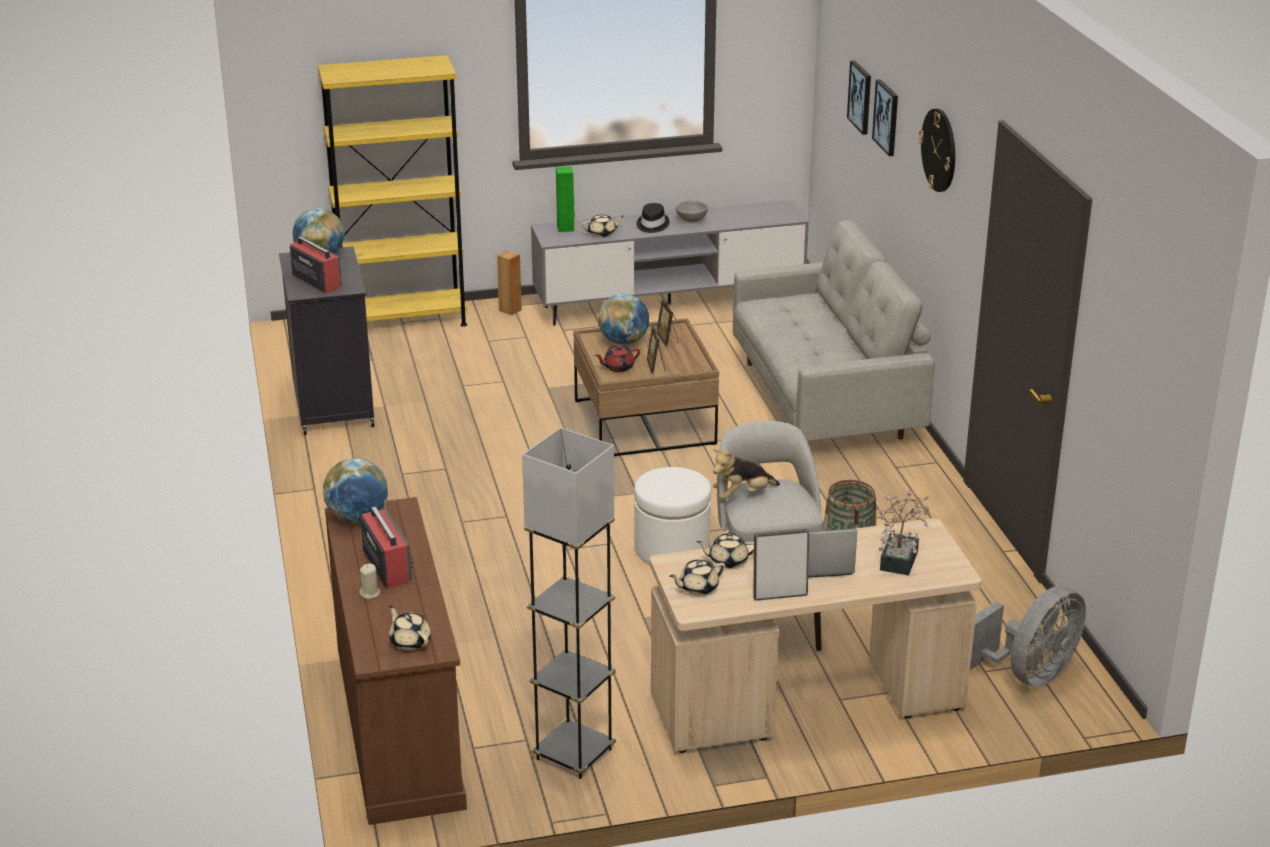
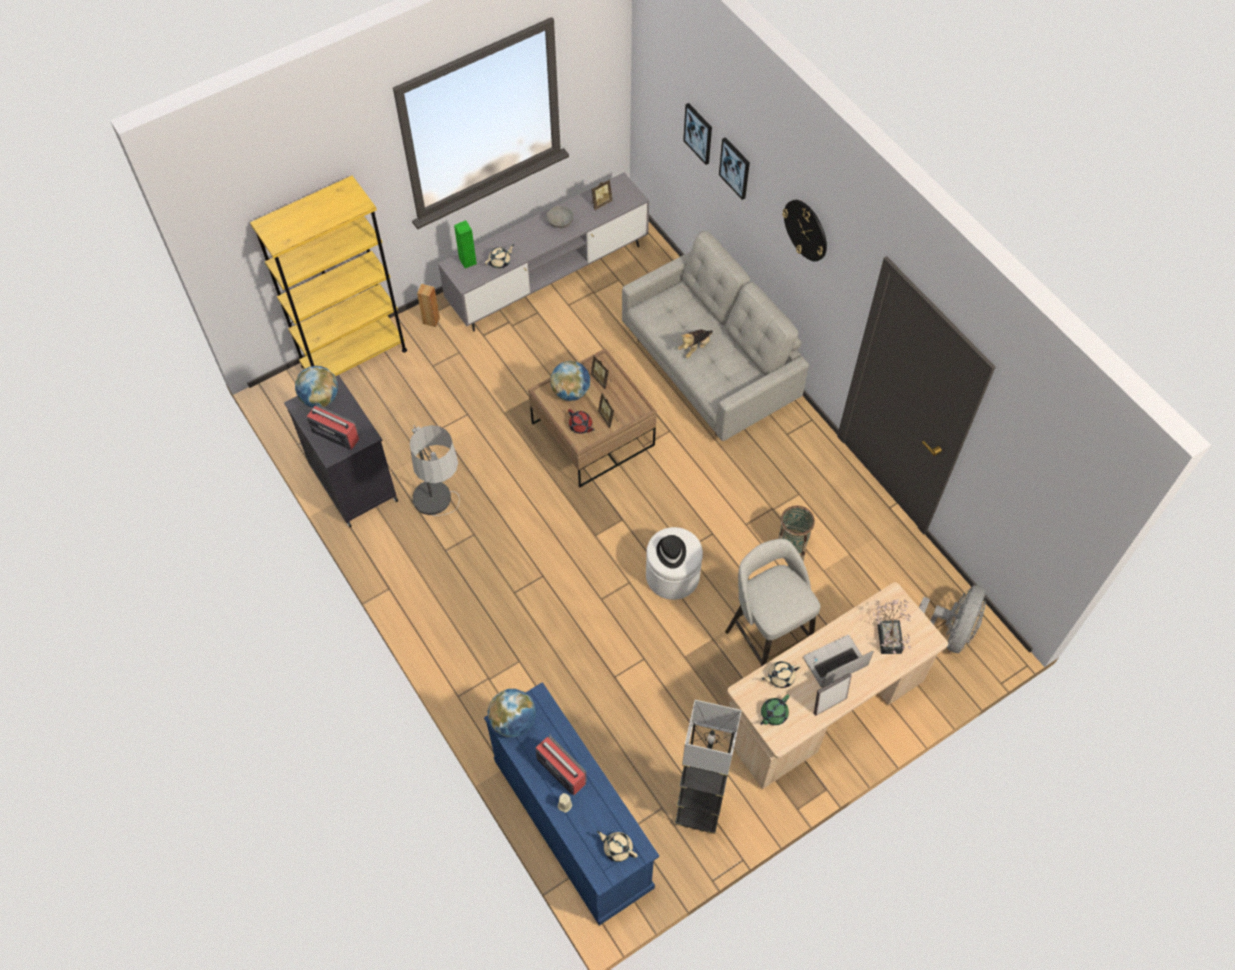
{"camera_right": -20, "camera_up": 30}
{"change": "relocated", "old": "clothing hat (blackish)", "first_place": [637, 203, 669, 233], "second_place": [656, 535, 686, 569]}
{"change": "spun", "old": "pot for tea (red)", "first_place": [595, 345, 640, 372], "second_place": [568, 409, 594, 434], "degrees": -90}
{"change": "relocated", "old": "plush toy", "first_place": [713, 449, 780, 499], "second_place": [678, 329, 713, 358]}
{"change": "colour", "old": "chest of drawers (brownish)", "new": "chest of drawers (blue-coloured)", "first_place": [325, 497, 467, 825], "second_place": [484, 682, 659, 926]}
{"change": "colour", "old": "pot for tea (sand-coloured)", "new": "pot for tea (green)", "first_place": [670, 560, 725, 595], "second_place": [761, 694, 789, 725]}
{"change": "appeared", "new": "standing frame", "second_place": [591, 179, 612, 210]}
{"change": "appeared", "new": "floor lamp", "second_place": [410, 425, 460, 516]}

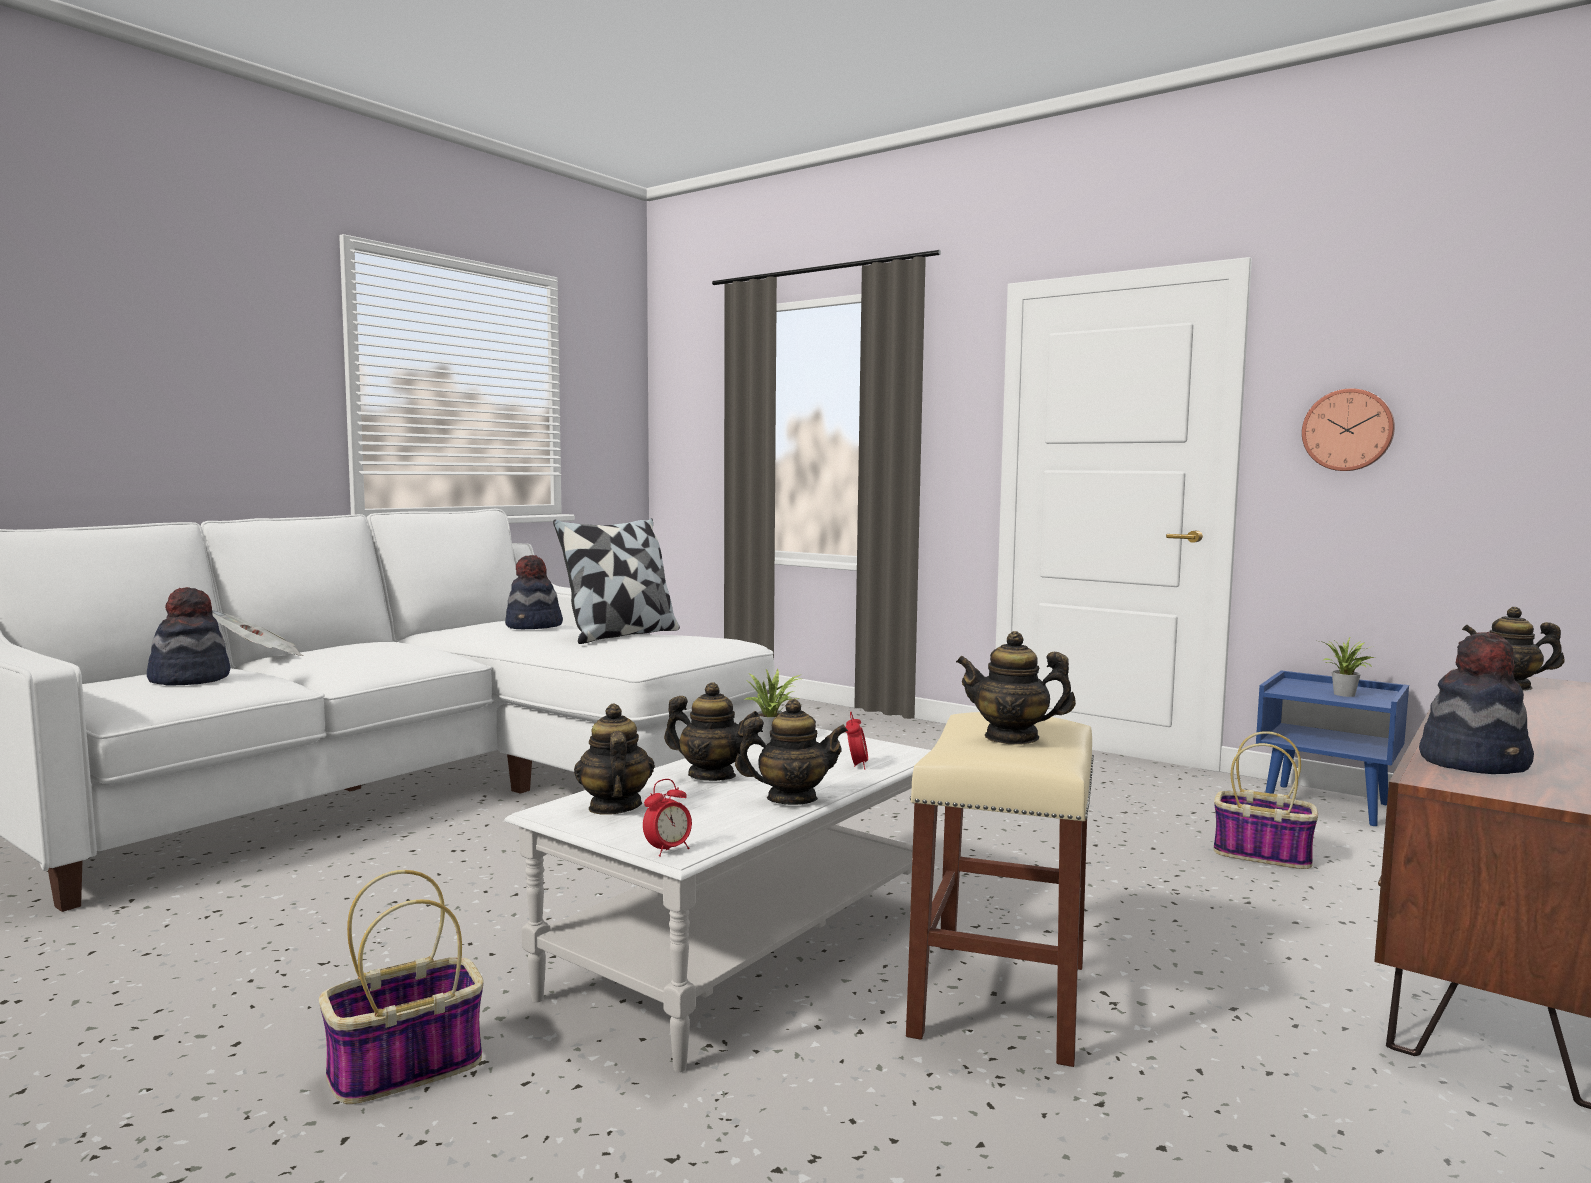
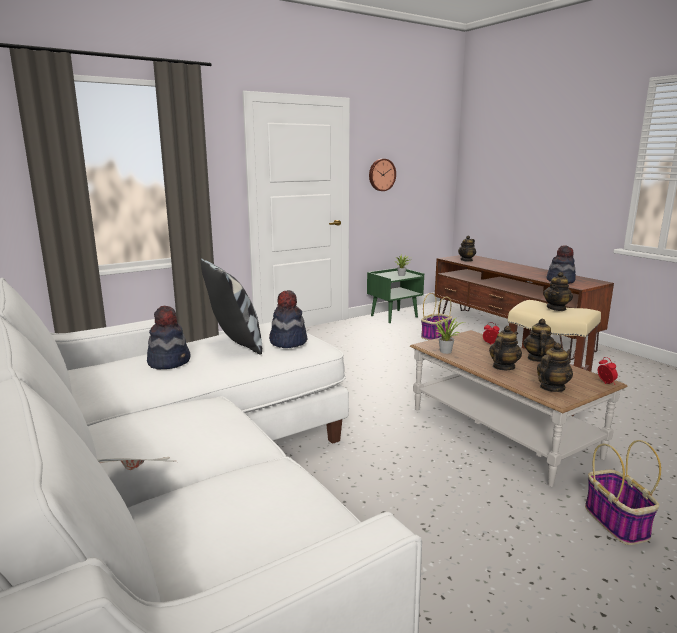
{"camera_right": -70, "camera_up": 10}
{"change": "relocated", "old": "clothing hat", "first_place": [147, 587, 230, 685], "second_place": [269, 290, 307, 348]}
{"change": "colour", "old": "bedside table (blue-coloured)", "new": "bedside table (green)", "first_place": [1256, 671, 1409, 826], "second_place": [367, 268, 424, 323]}
{"change": "spun", "old": "pot for tea", "first_place": [574, 703, 655, 815], "second_place": [537, 343, 573, 392], "degrees": 135}
{"change": "colour", "old": "low table (white-coloured)", "new": "low table (brownish)", "first_place": [504, 728, 935, 1072], "second_place": [410, 330, 628, 487]}

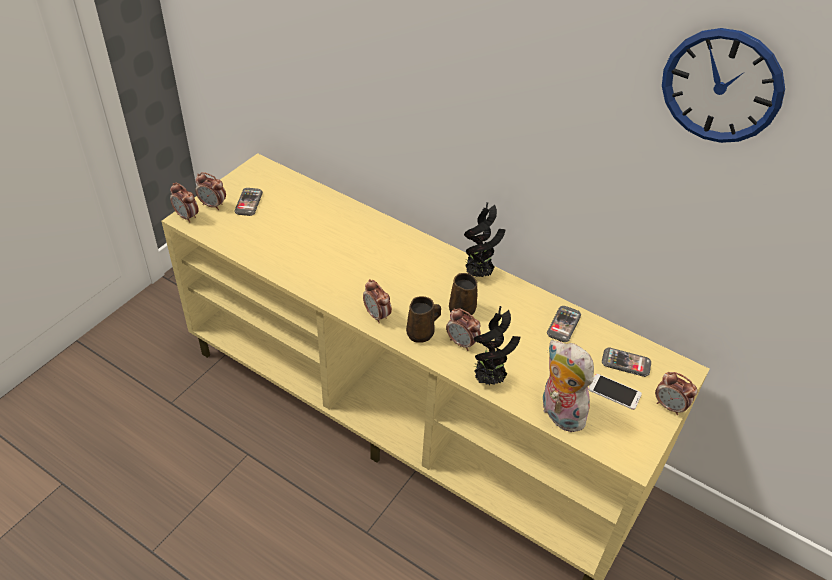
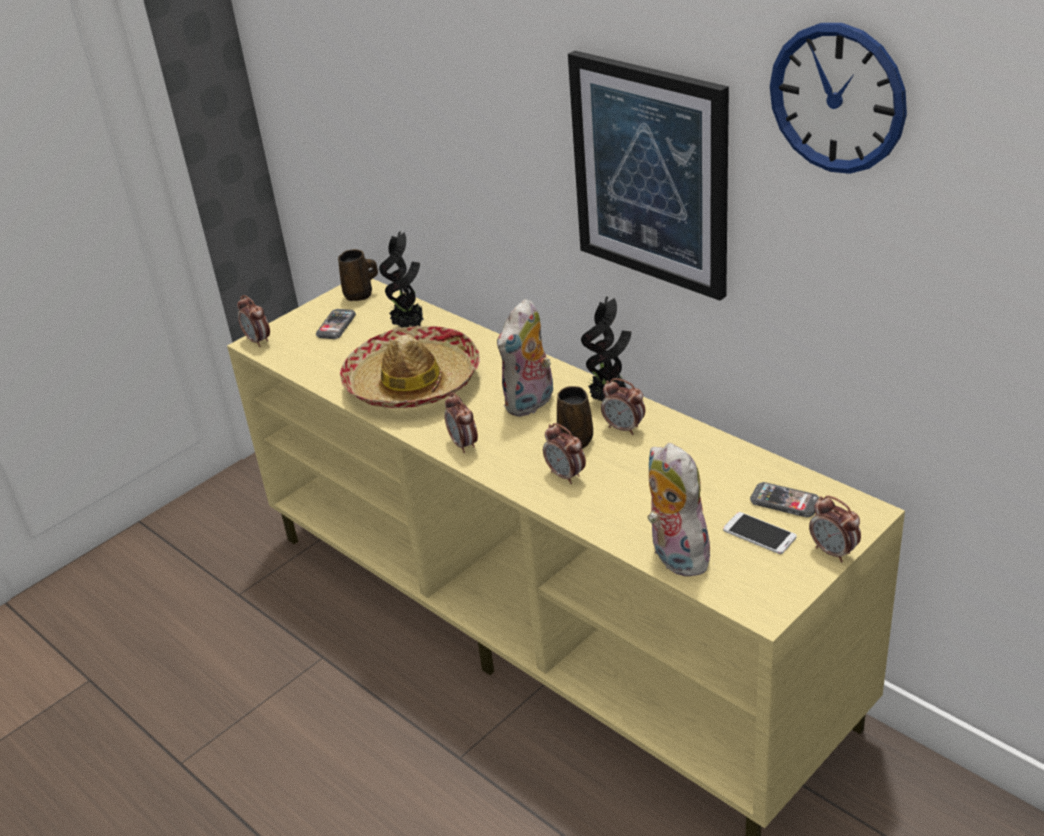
{"camera_right": 15, "camera_up": -10}
{"change": "relocated", "old": "alarm clock", "first_place": [195, 172, 226, 210], "second_place": [601, 378, 645, 435]}
{"change": "relocated", "old": "mug (brownish)", "first_place": [406, 296, 441, 343], "second_place": [338, 249, 378, 301]}
{"change": "relocated", "old": "houseplant", "first_place": [473, 306, 520, 385], "second_place": [379, 231, 424, 328]}
{"change": "missing", "old": "telephone", "first_place": [547, 306, 581, 342]}
{"change": "appeared", "new": "wall art", "second_place": [568, 51, 729, 301]}
{"change": "appeared", "new": "plush toy", "second_place": [497, 299, 553, 417]}
{"change": "appeared", "new": "clothing hat", "second_place": [340, 326, 480, 408]}

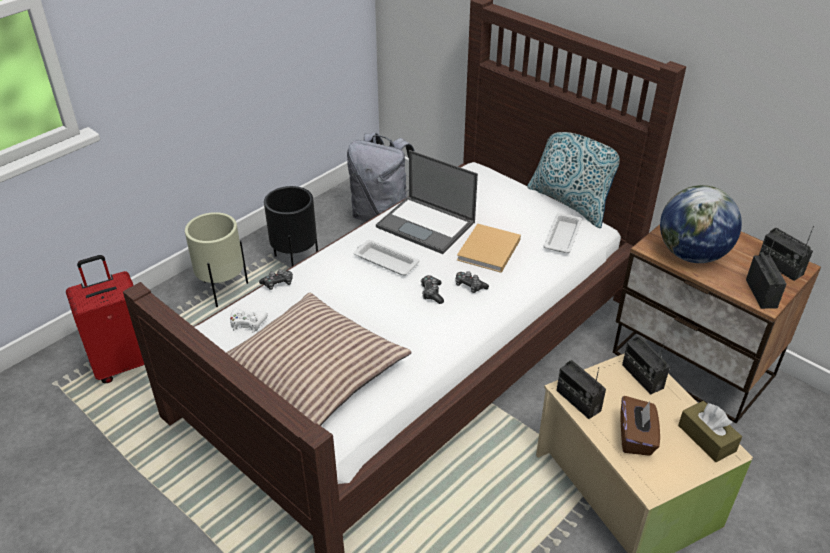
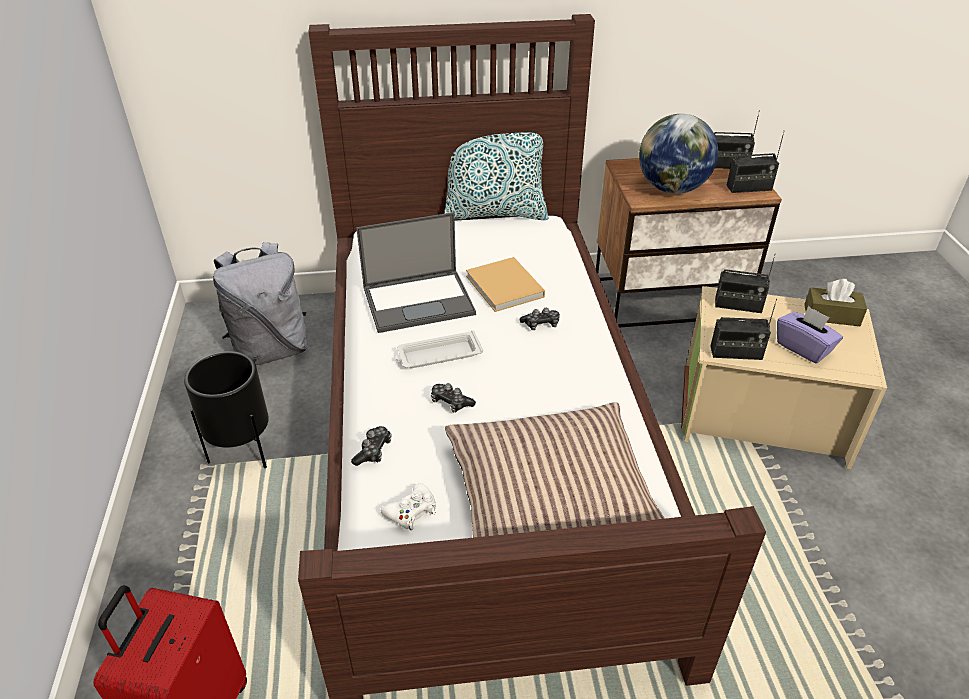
{"camera_right": -50, "camera_up": 0}
{"change": "missing", "old": "planter (sand-coloured)", "first_place": [185, 212, 248, 307]}
{"change": "missing", "old": "serving tray (white-coloured)", "first_place": [544, 213, 582, 253]}
{"change": "spun", "old": "radio", "first_place": [746, 228, 787, 309], "second_place": [726, 130, 785, 193], "degrees": 135}
{"change": "relocated", "old": "gamepad", "first_place": [421, 275, 444, 304], "second_place": [431, 383, 476, 413]}
{"change": "colour", "old": "tissue holder (brownish)", "new": "tissue holder (purple-coloured)", "first_place": [620, 396, 660, 456], "second_place": [777, 306, 843, 364]}

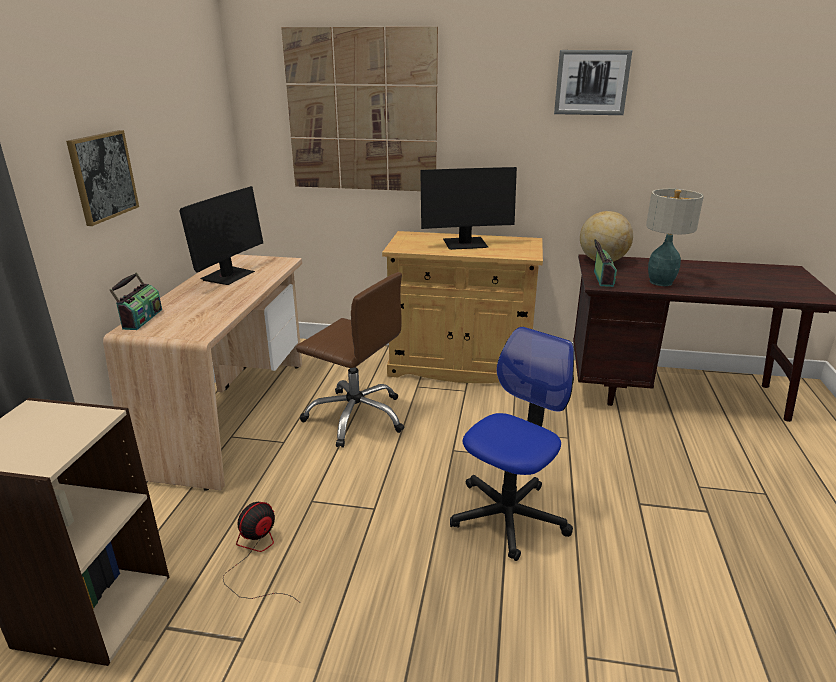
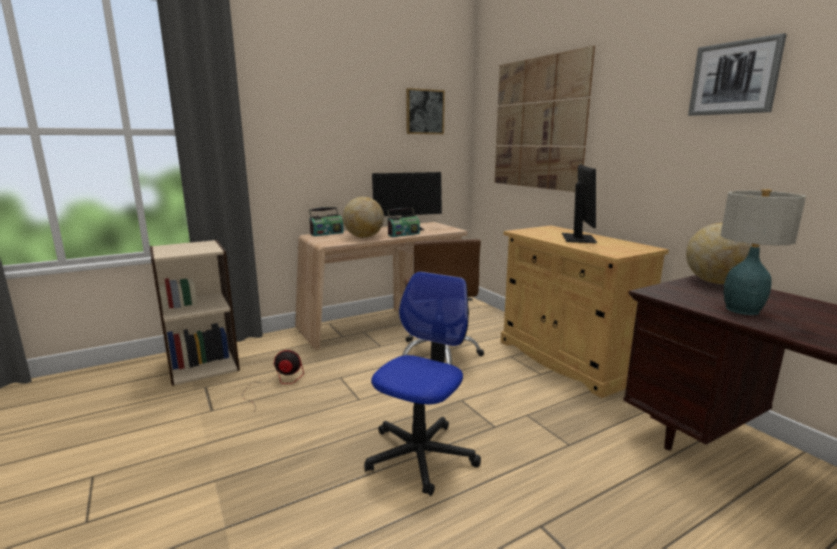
{"camera_right": 50, "camera_up": -10}
{"change": "relocated", "old": "wall art", "first_place": [66, 130, 139, 226], "second_place": [406, 88, 445, 134]}
{"change": "spun", "old": "monitor", "first_place": [420, 167, 517, 250], "second_place": [562, 164, 598, 243], "degrees": -120}
{"change": "relocated", "old": "radio", "first_place": [594, 239, 617, 287], "second_place": [387, 208, 420, 237]}
{"change": "spun", "old": "office chair", "first_place": [450, 327, 574, 561], "second_place": [364, 272, 481, 496], "degrees": -60}
{"change": "appeared", "new": "world globe", "second_place": [343, 197, 384, 238]}

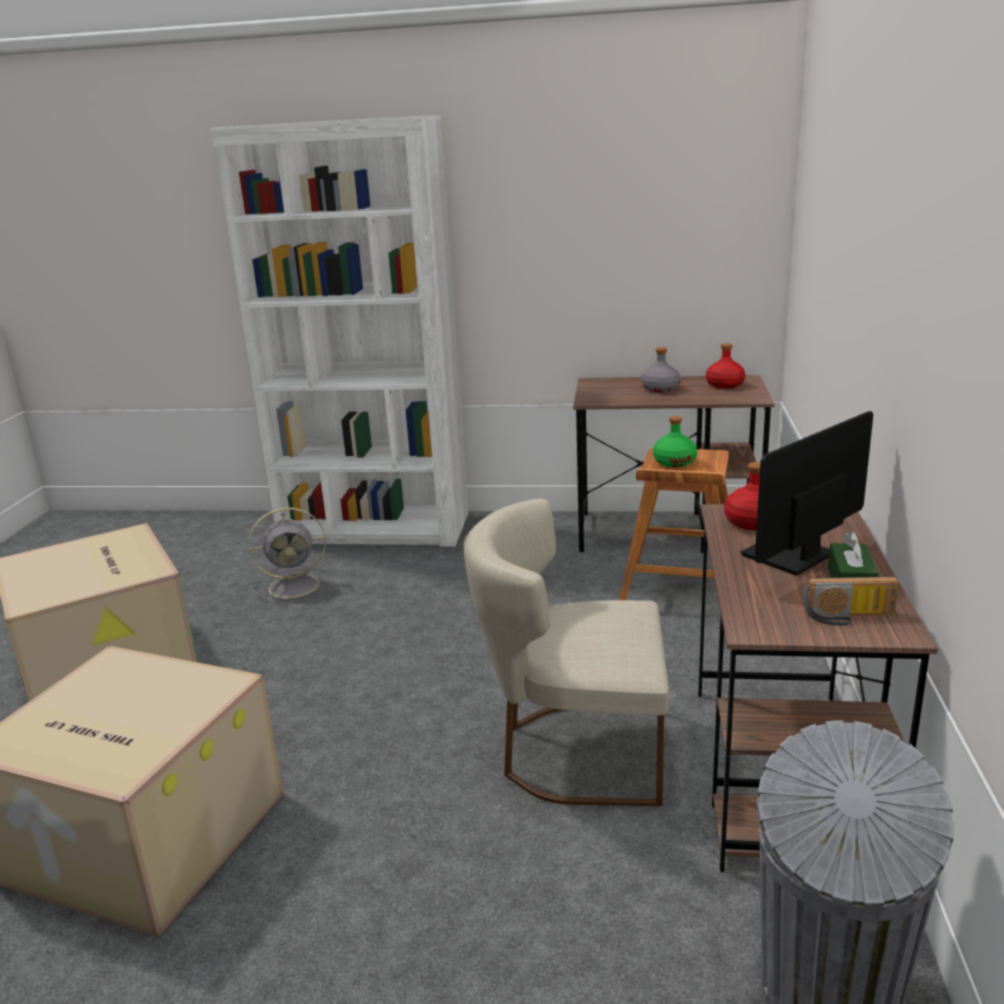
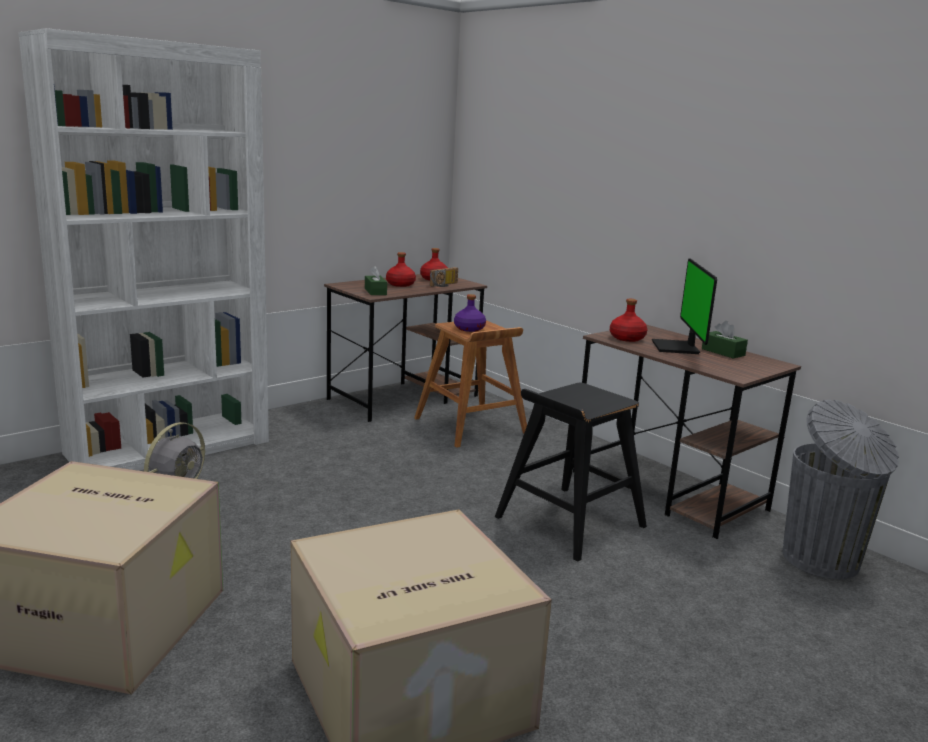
{"camera_right": -50, "camera_up": -5}
{"change": "colour", "old": "drink bottle (gray)", "new": "drink bottle (red)", "first_place": [641, 347, 681, 393], "second_place": [386, 252, 416, 287]}
{"change": "colour", "old": "drink bottle (green)", "new": "drink bottle (purple-coloured)", "first_place": [653, 416, 697, 467], "second_place": [454, 294, 486, 332]}
{"change": "exchanged", "old": "chair (sand-coloured)", "new": "stool seat (blackish)", "first_place": [463, 498, 669, 806], "second_place": [495, 383, 647, 561]}
{"change": "relocated", "old": "radio", "first_place": [803, 577, 899, 626], "second_place": [430, 267, 458, 287]}
{"change": "appeared", "new": "tissue holder (green)", "second_place": [365, 266, 387, 295]}

